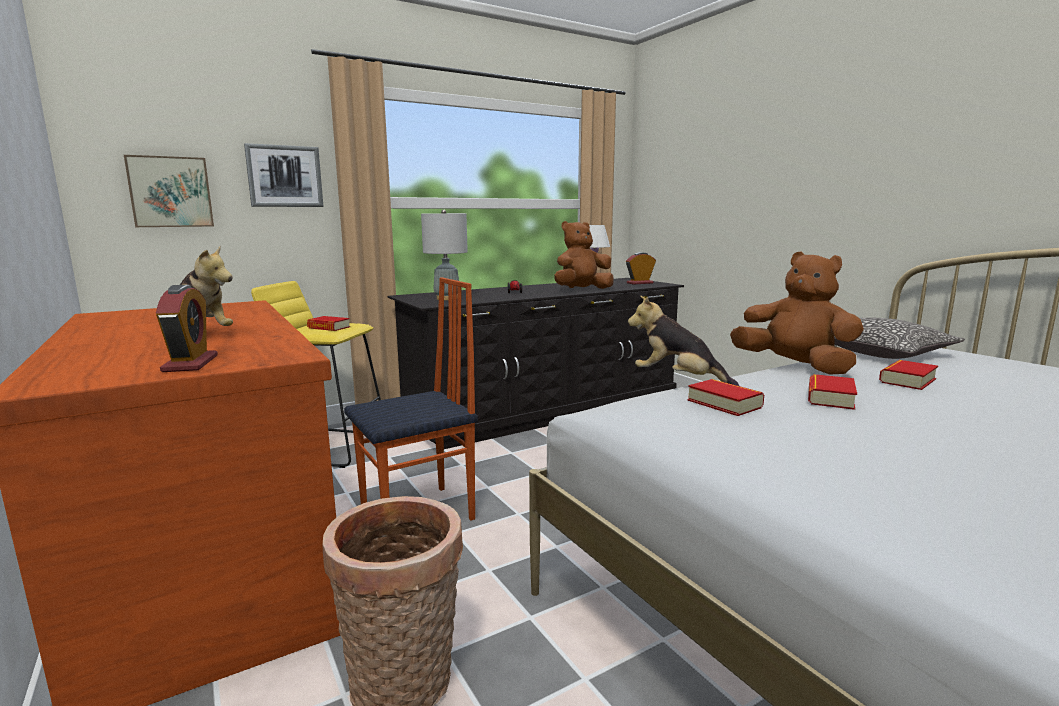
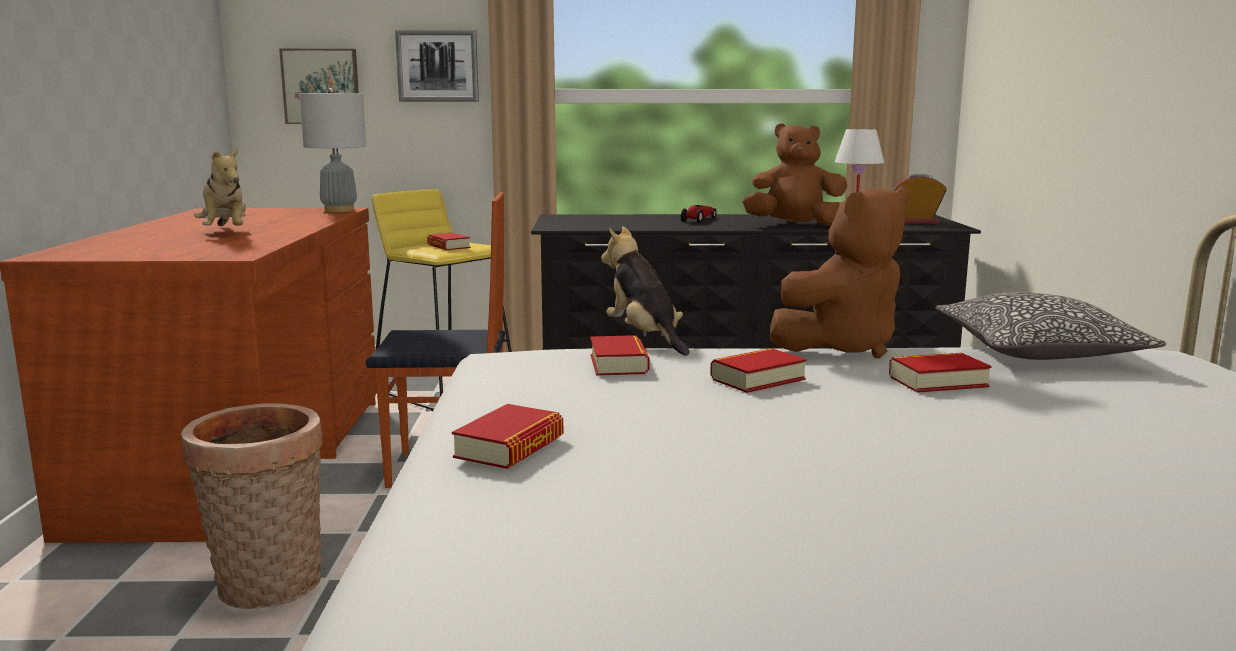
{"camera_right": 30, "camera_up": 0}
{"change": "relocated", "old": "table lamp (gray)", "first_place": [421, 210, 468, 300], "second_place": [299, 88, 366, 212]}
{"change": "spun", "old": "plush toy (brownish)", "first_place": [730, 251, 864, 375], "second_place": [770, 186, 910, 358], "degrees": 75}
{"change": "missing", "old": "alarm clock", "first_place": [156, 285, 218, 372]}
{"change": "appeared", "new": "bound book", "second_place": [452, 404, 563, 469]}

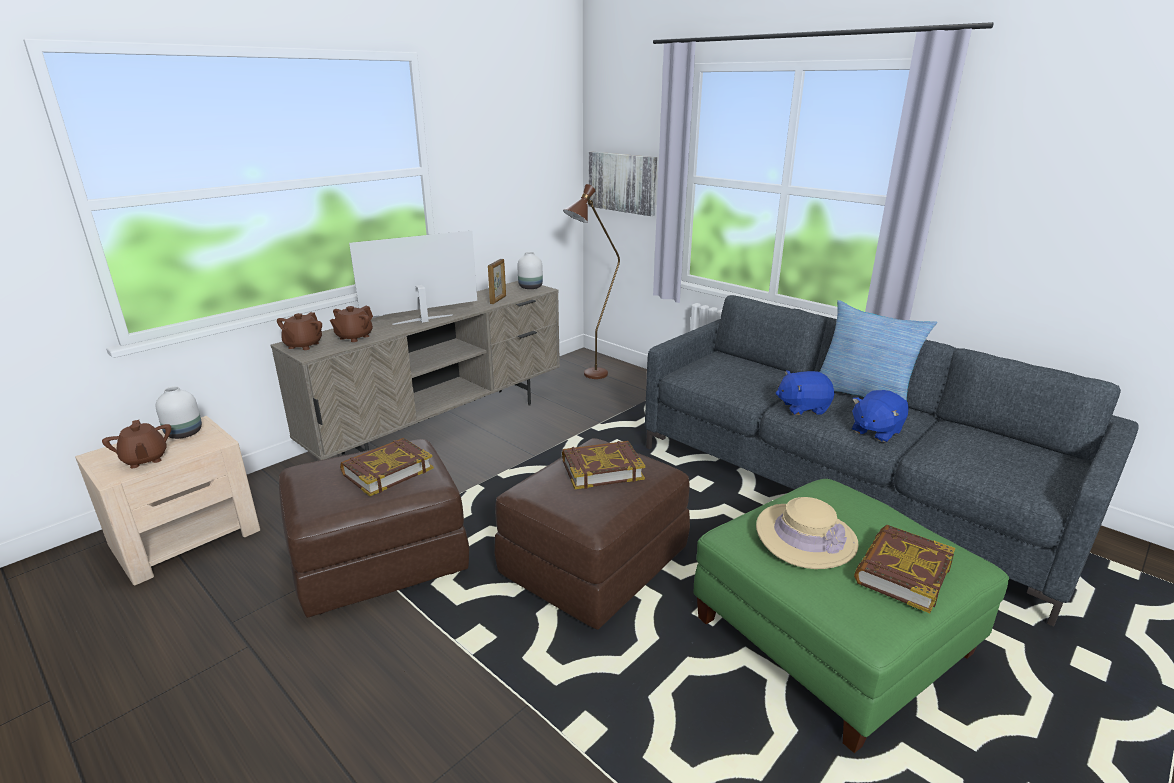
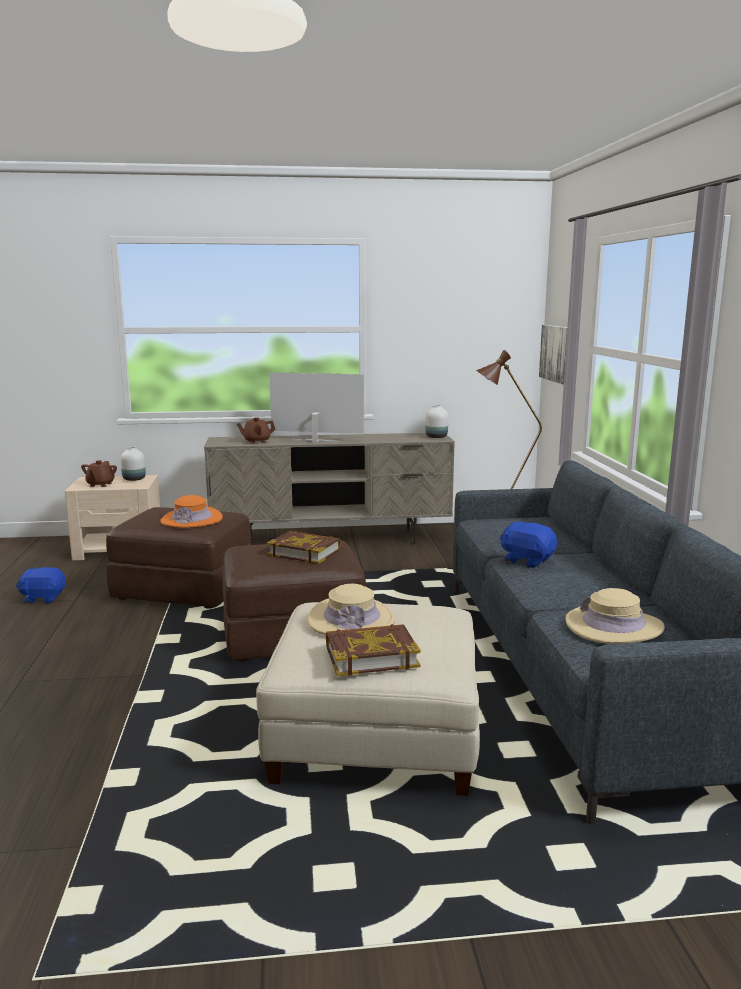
{"camera_right": 40, "camera_up": -10}
{"change": "missing", "old": "standing frame", "first_place": [488, 259, 506, 304]}
{"change": "missing", "old": "pillow", "first_place": [820, 300, 937, 401]}
{"change": "missing", "old": "pot for tea (brownish)", "first_place": [277, 312, 322, 350]}
{"change": "relocated", "old": "plush toy (blue-coloured)", "first_place": [852, 390, 909, 442], "second_place": [16, 567, 66, 603]}
{"change": "exchanged", "old": "bound book", "new": "clothing hat (orange-coloured)", "first_place": [340, 438, 434, 496], "second_place": [160, 495, 223, 528]}
{"change": "colour", "old": "footrest (green)", "new": "footrest (sand-coloured)", "first_place": [693, 479, 1009, 753], "second_place": [256, 602, 480, 796]}
{"change": "appeared", "new": "clothing hat (sand-coloured)", "second_place": [565, 588, 665, 644]}

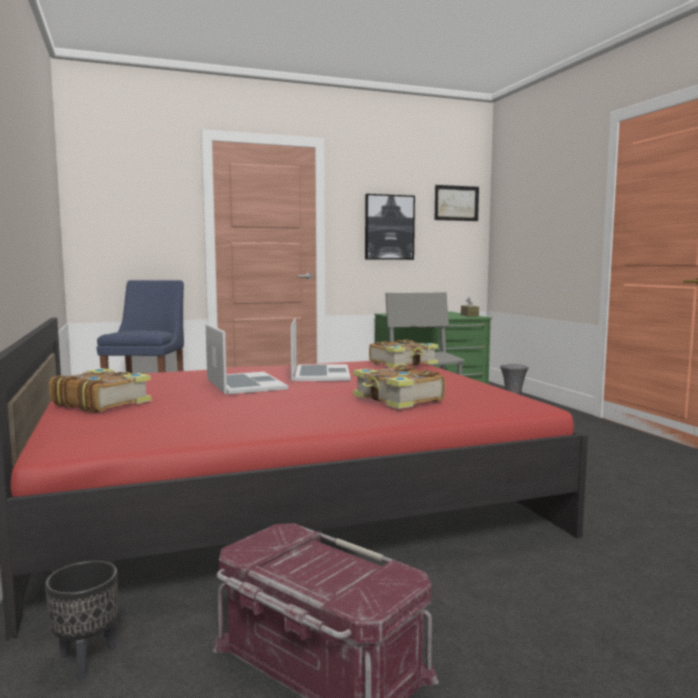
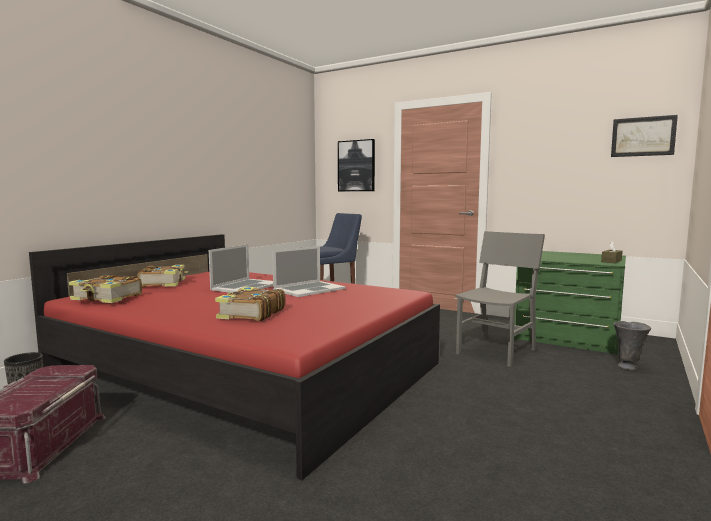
{"camera_right": 50, "camera_up": 0}
{"change": "relocated", "old": "wall art", "first_place": [365, 194, 415, 260], "second_place": [338, 139, 375, 191]}
{"change": "relocated", "old": "bound book", "first_place": [369, 339, 438, 368], "second_place": [69, 275, 142, 303]}

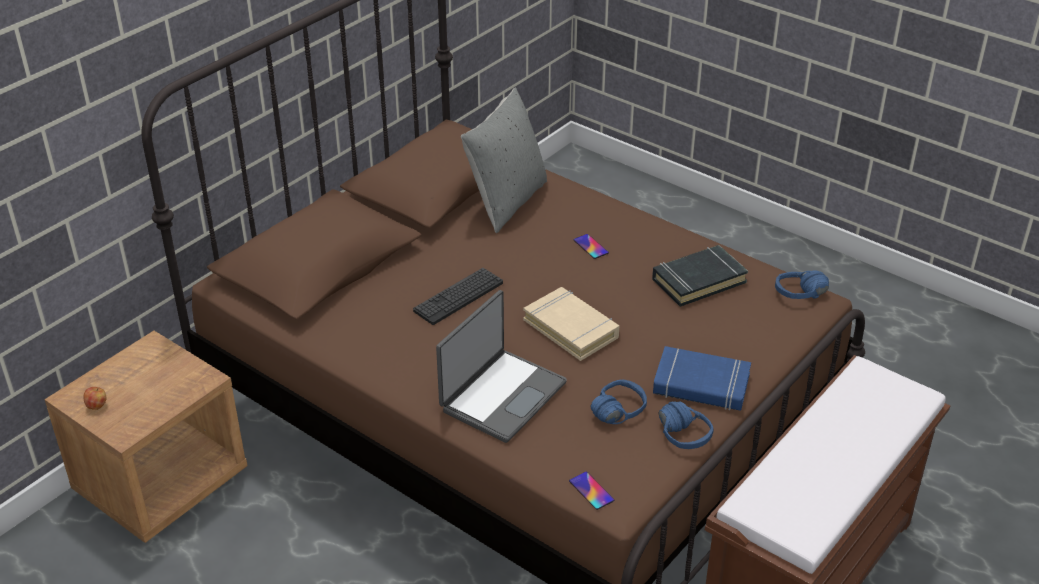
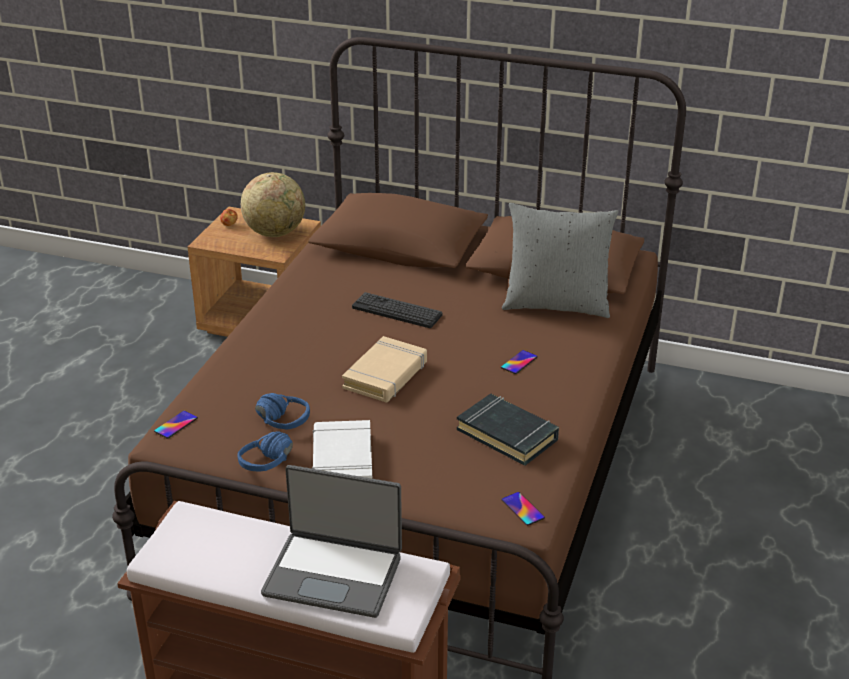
{"camera_right": 70, "camera_up": -5}
{"change": "exchanged", "old": "pair of headphones (blue-coloured)", "new": "telephone", "first_place": [775, 270, 829, 299], "second_place": [502, 492, 545, 525]}
{"change": "relocated", "old": "notebook computer", "first_place": [436, 290, 567, 443], "second_place": [261, 465, 402, 618]}
{"change": "colour", "old": "bound book (blue-coloured)", "new": "bound book (white-coloured)", "first_place": [653, 346, 751, 411], "second_place": [312, 420, 372, 479]}
{"change": "appeared", "new": "world globe", "second_place": [241, 172, 305, 237]}

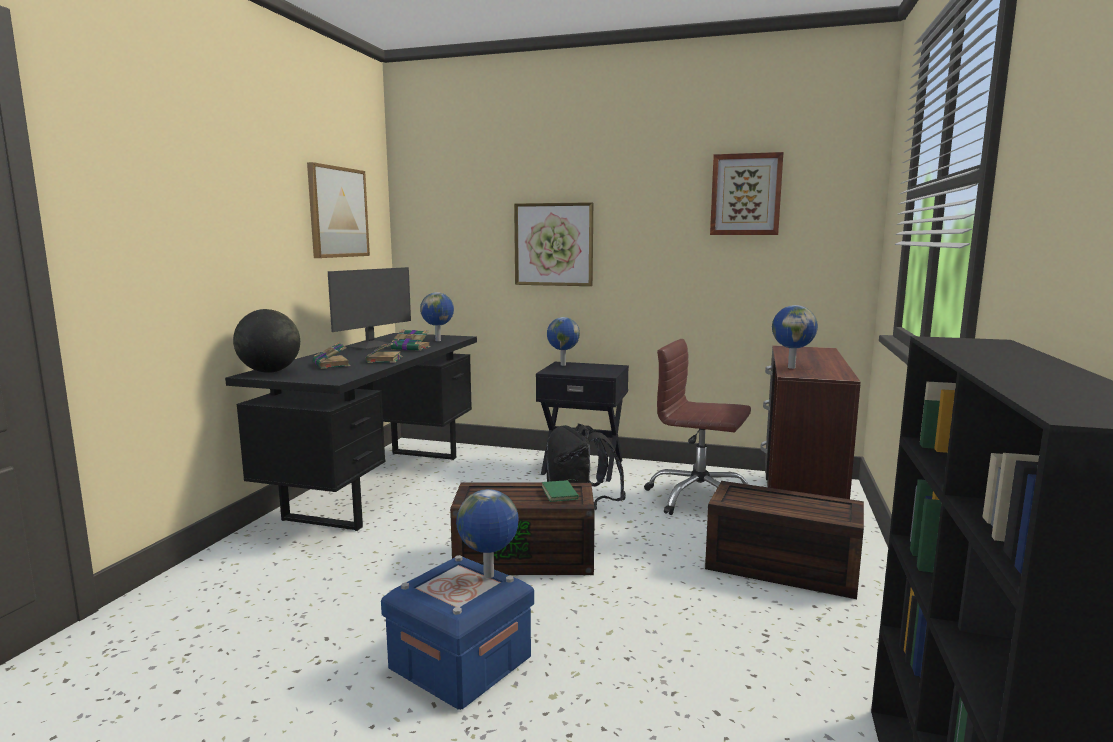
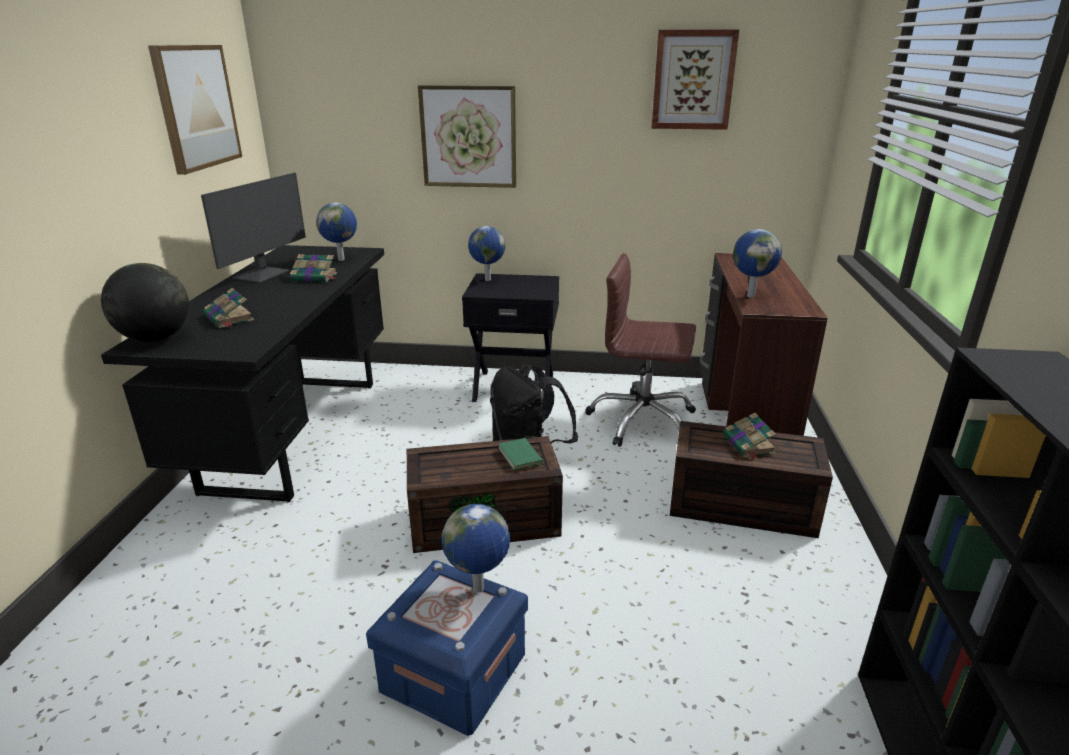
{"camera_right": -10, "camera_up": 15}
{"change": "relocated", "old": "bound book", "first_place": [366, 339, 402, 363], "second_place": [723, 413, 776, 459]}

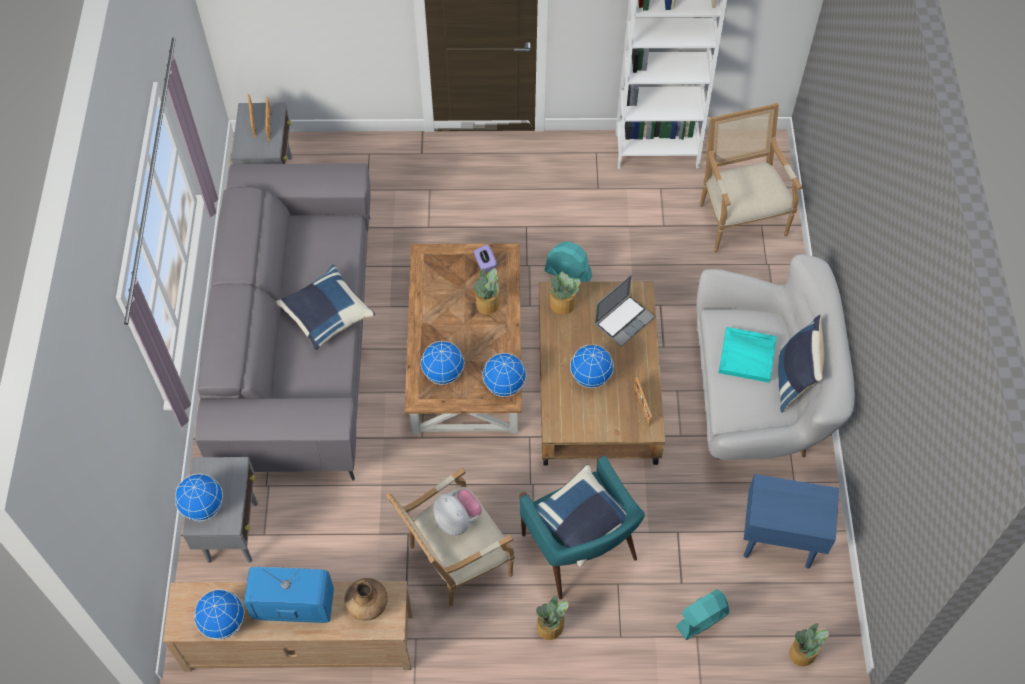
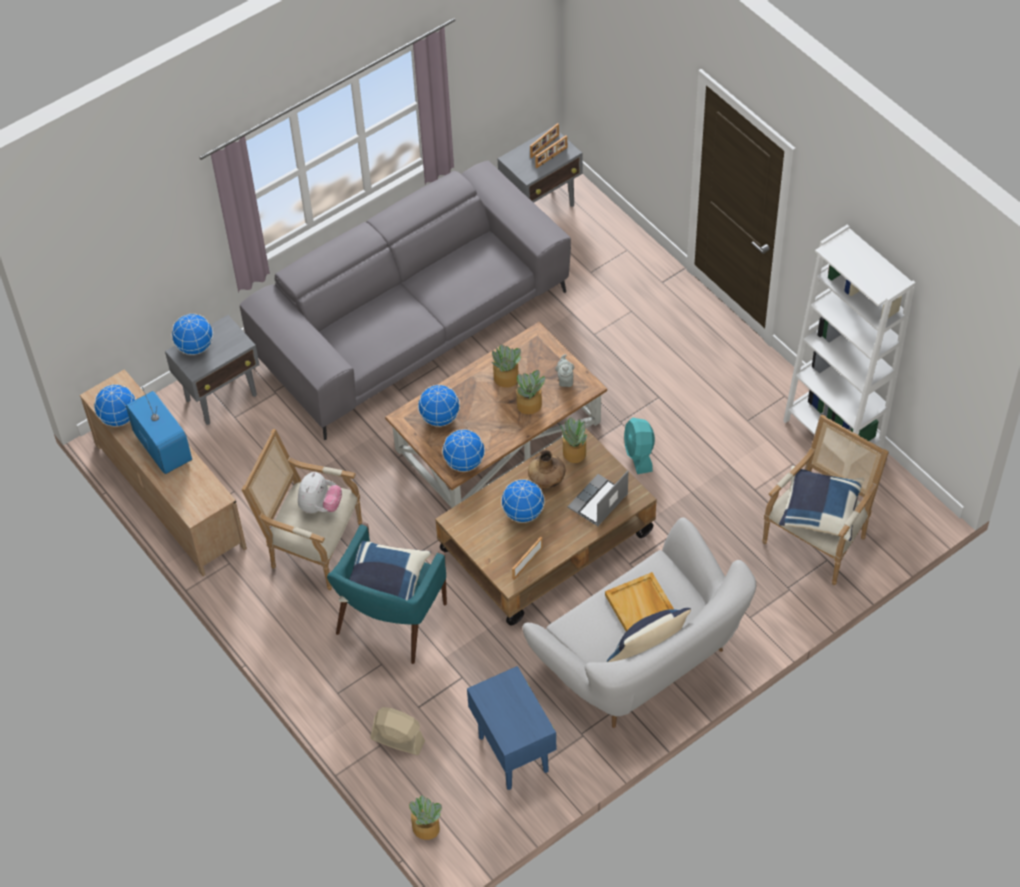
{"camera_right": 55, "camera_up": -5}
{"change": "exchanged", "old": "tissue holder (purple-coloured)", "new": "pot for tea (gray)", "first_place": [474, 244, 497, 273], "second_place": [555, 354, 574, 387]}
{"change": "relocated", "old": "pillow (blue-coloured)", "first_place": [276, 264, 375, 350], "second_place": [779, 466, 861, 542]}
{"change": "spun", "old": "notebook computer", "first_place": [594, 275, 655, 347], "second_place": [568, 471, 629, 526], "degrees": 120}
{"change": "colour", "old": "serving tray (turquoise-coloured)", "new": "serving tray (sand-coloured)", "first_place": [719, 327, 777, 383], "second_place": [605, 572, 674, 631]}
{"change": "relocated", "old": "flower vase (brownish)", "first_place": [344, 578, 388, 621], "second_place": [528, 450, 565, 488]}
{"change": "colour", "old": "cooling fan (turquoise-coloured)", "new": "cooling fan (sand-coloured)", "first_place": [676, 589, 729, 640], "second_place": [370, 707, 425, 755]}
{"change": "relocated", "old": "houseplant", "first_place": [536, 595, 568, 640], "second_place": [492, 344, 521, 388]}

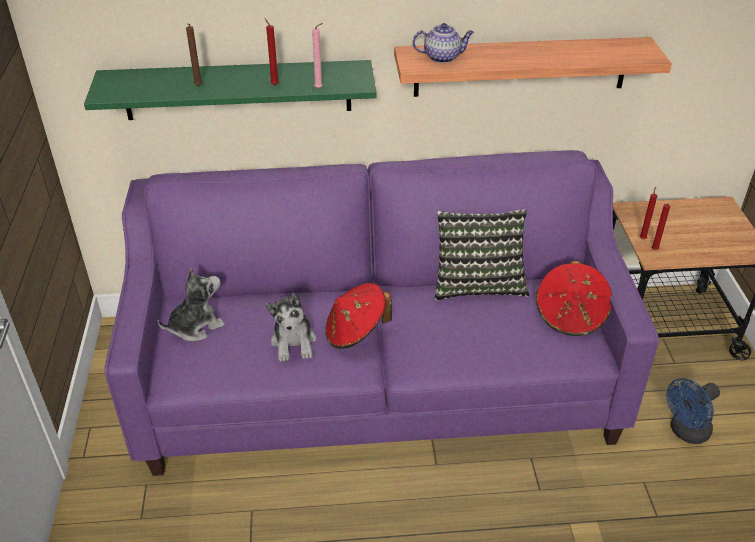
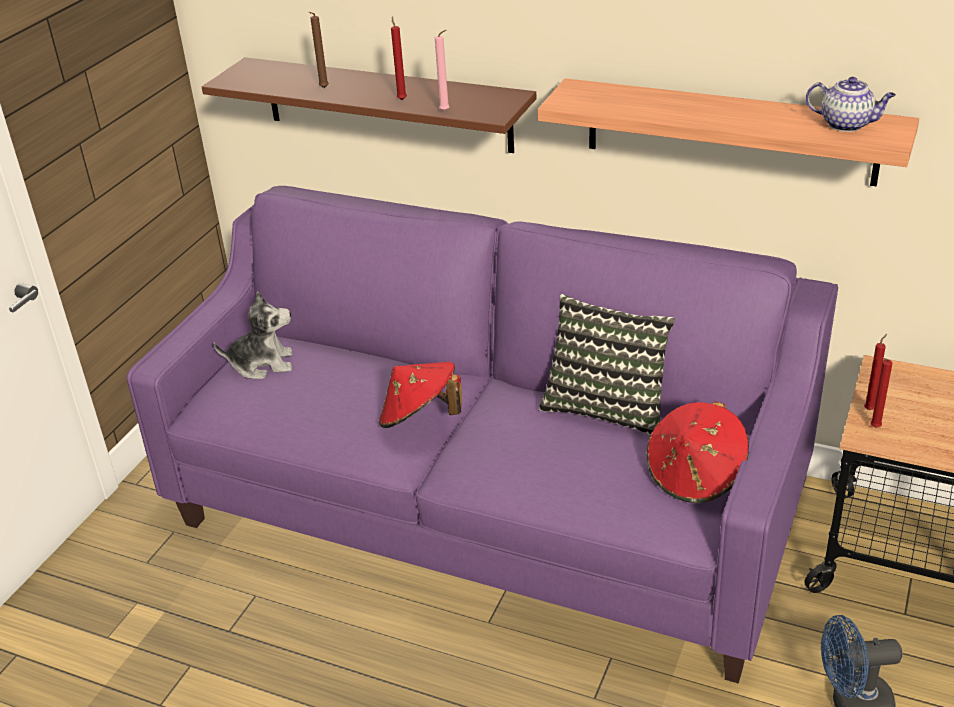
{"camera_right": 30, "camera_up": -5}
{"change": "relocated", "old": "pot for tea", "first_place": [413, 23, 474, 63], "second_place": [806, 77, 896, 132]}
{"change": "colour", "old": "wall shelf (green)", "new": "wall shelf (brownish)", "first_place": [84, 60, 376, 120], "second_place": [202, 57, 537, 153]}
{"change": "missing", "old": "plush toy", "first_place": [266, 293, 316, 362]}

